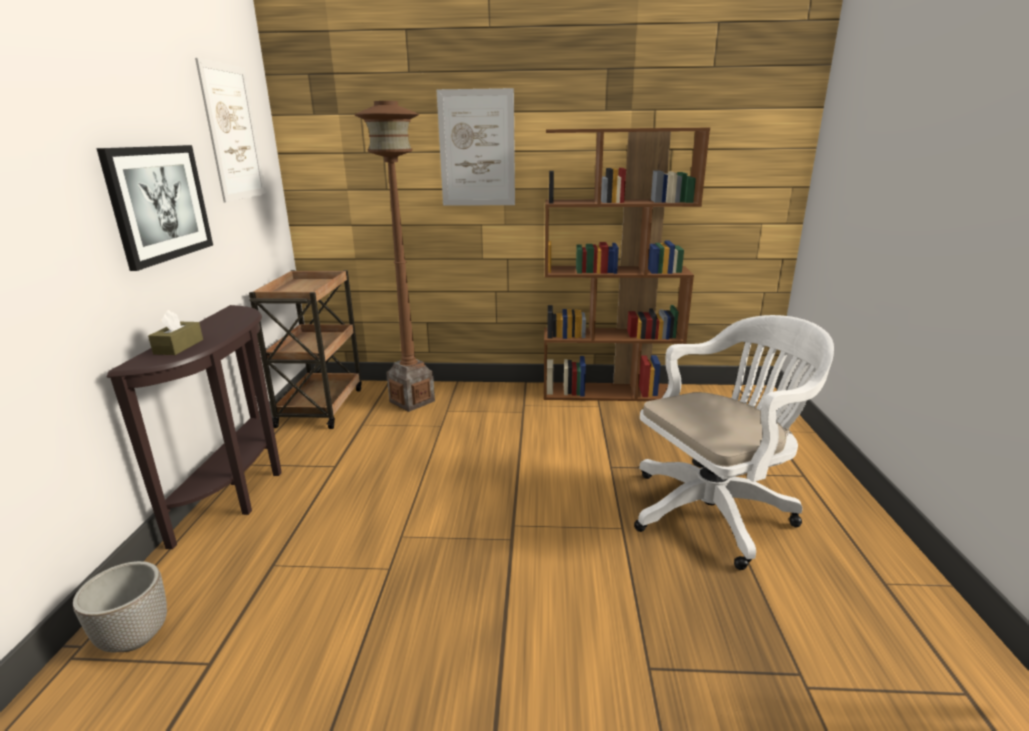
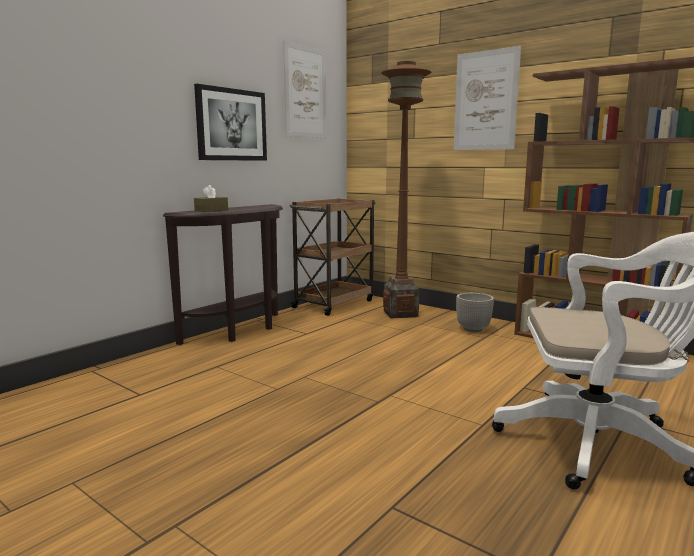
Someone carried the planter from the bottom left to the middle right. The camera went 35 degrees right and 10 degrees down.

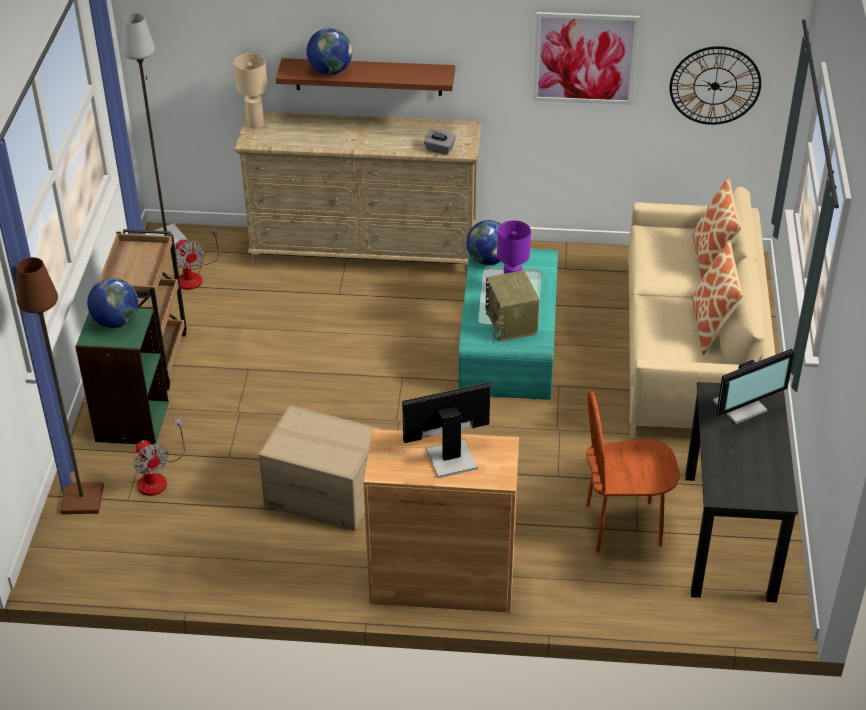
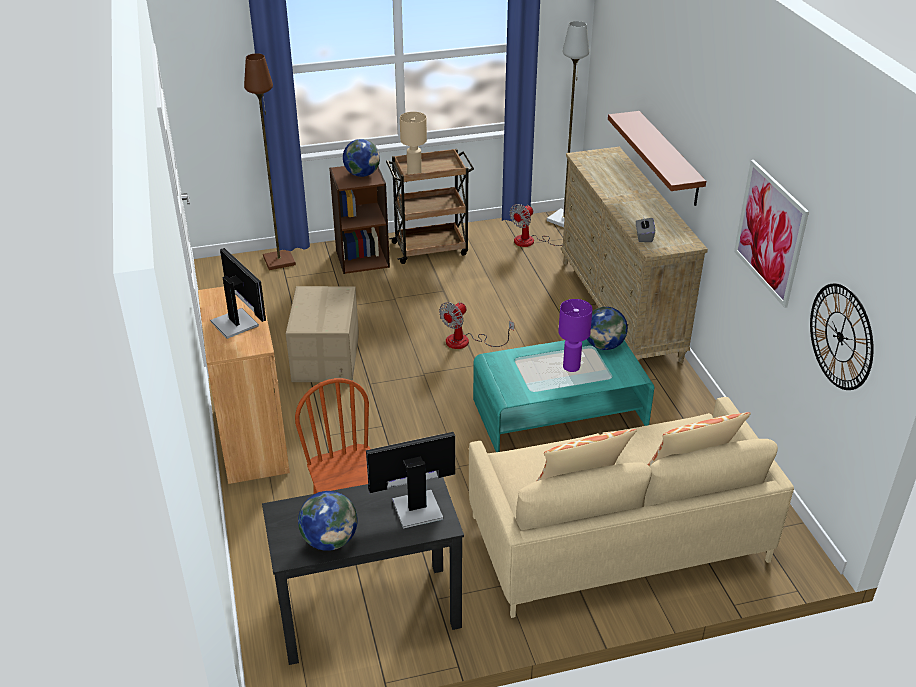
Someone repainted the green_bookcase at the middle left, which became the brown_bookcase at the top centre. Someone carried the fan (no. 1 from left) from the middle left to the centre. Someone carried the beige_table_lamp from the top left to the top centre. Someone carried the globe (no. 2 from left in the first image) from the top centre to the bottom centre. Someone took away the radio at the centre. Someone rotated the monitor (no. 2 from left) at the middle right by 120 degrees clockwise. The camera went 70 degrees right and 5 degrees down.

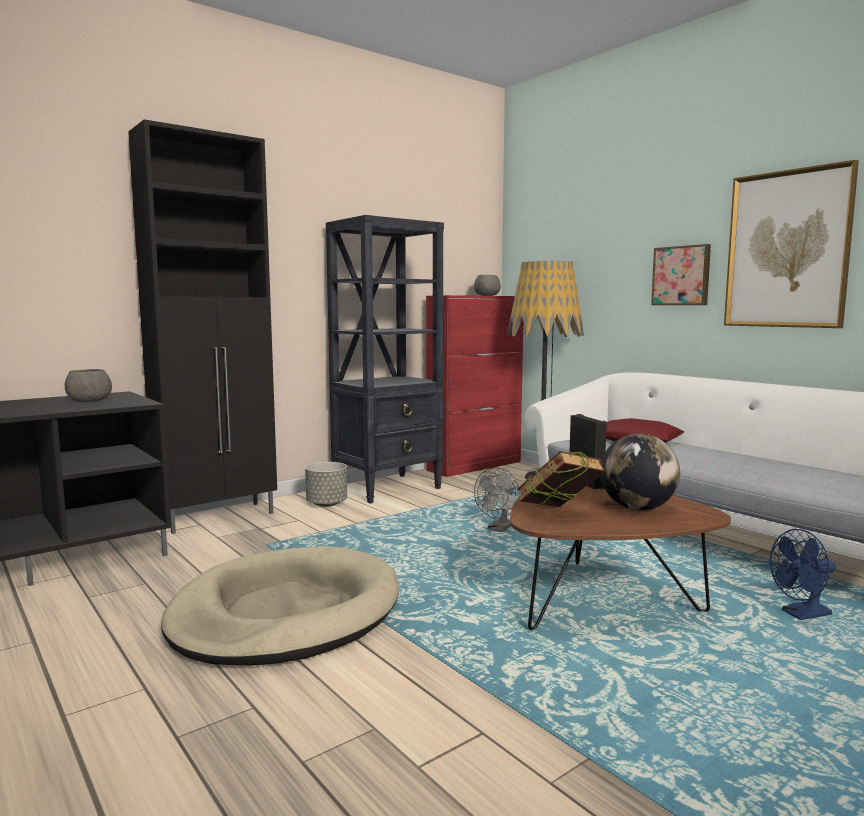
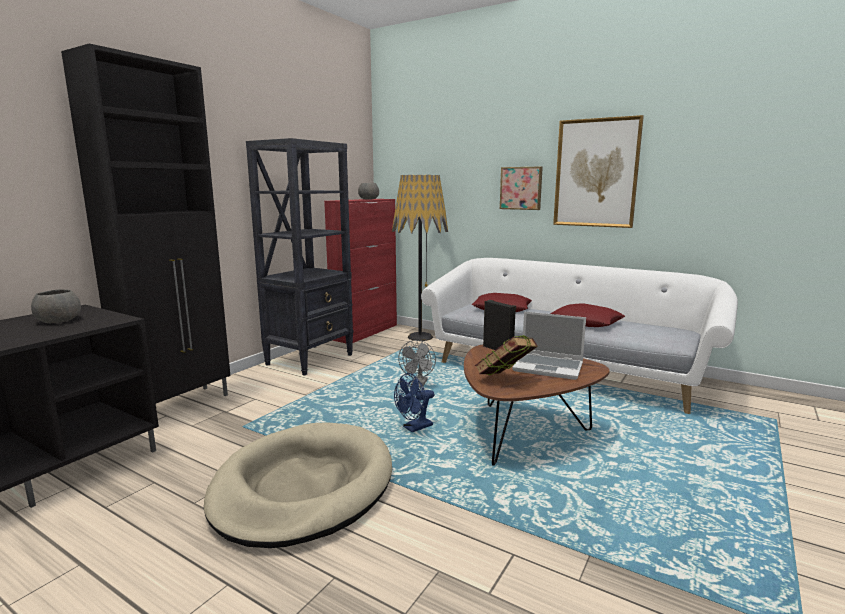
Someone took away the grey_planter at the centre. Someone swapped the globe at the middle right for the laptop at the centre. Someone carried the blue_fan from the bottom right to the centre. Someone put down the red_pillow (no. 2 from left) at the middle right. The camera went 20 degrees left and 5 degrees up.

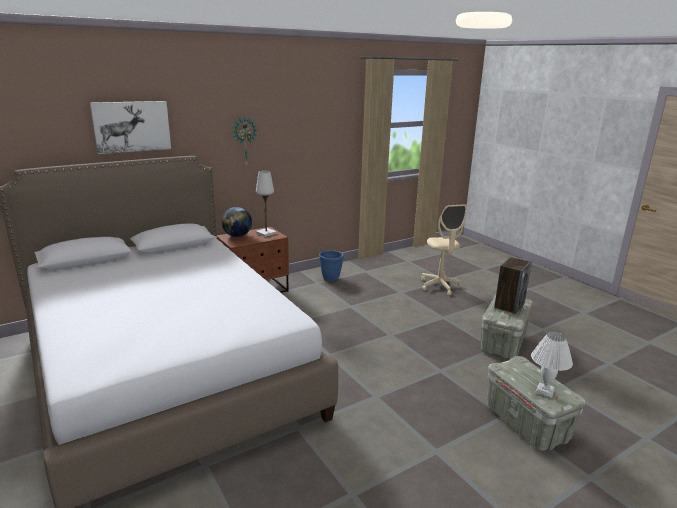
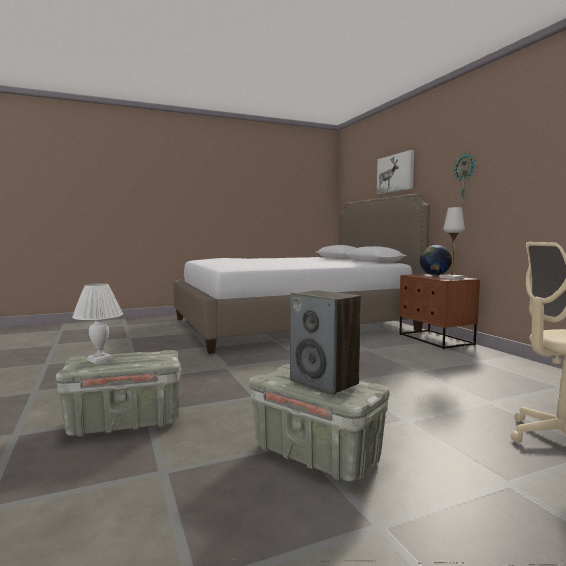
Someone took away the blue_planter at the centre. The camera went 100 degrees right and 15 degrees down.

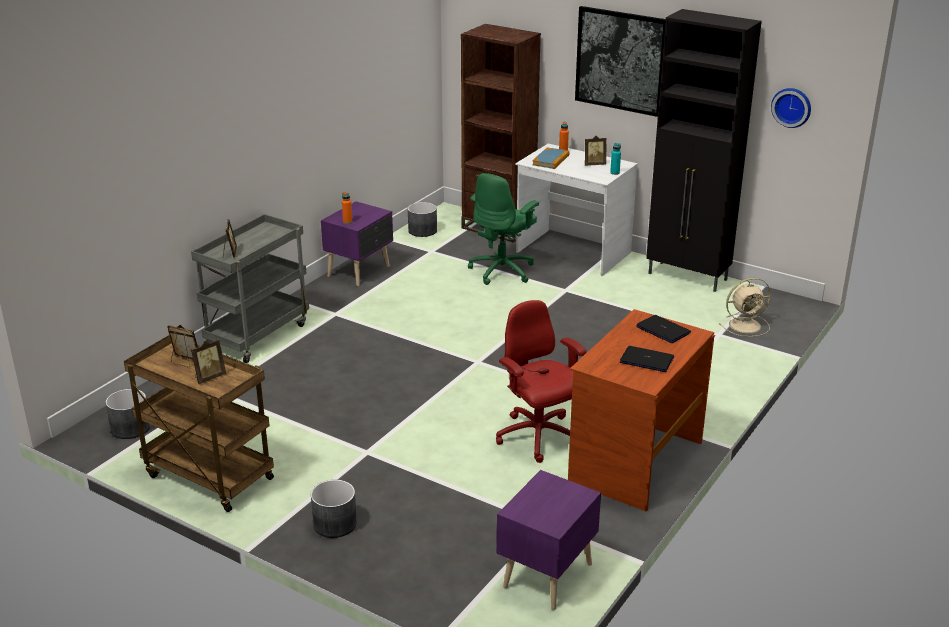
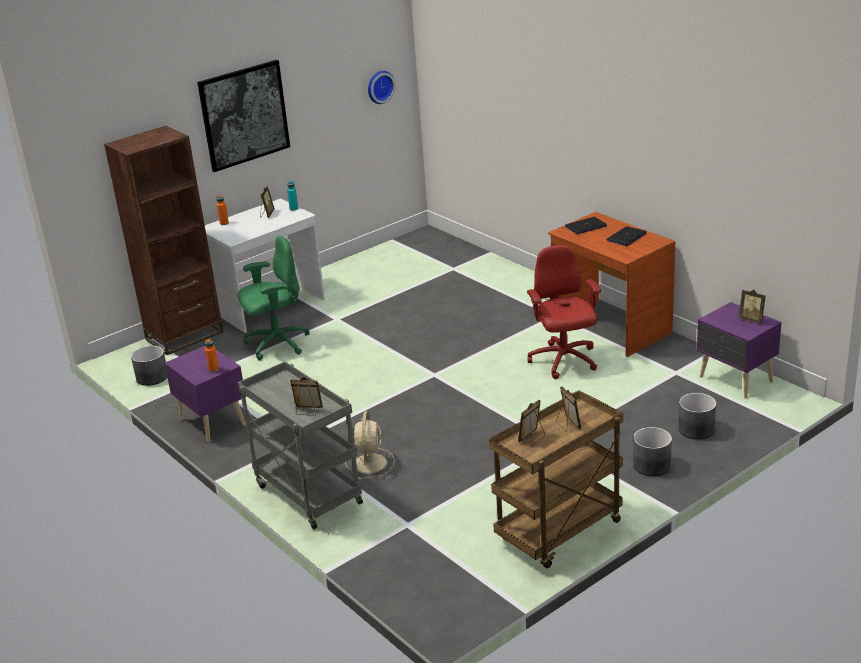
Someone carried the grey_planter (no. 1 from left in the first image) from the middle left to the middle right. Someone rotated the green_office_chair at the centre by 75 degrees counterclockwise. Someone rotated the red_office_chair at the centre by 90 degrees clockwise. Someone took away the book at the top centre. Someone took away the black_cabinet at the top right. Someone carried the beige_fan from the middle right to the bottom centre. Someone put down the picture_frame (no. 5 from left) at the middle right. The camera went 70 degrees left and 0 degrees up.

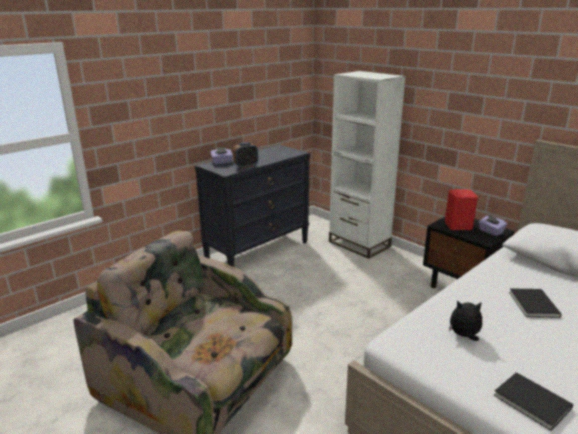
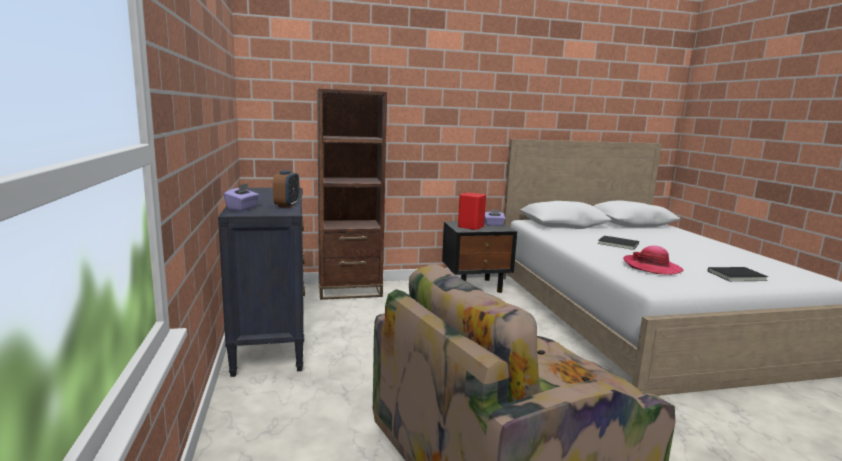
Someone repainted the white_bookcase at the centre, which became the brown_bookcase at the centre. Someone swapped the plush_toy at the bottom right for the hat at the middle right. The camera went 60 degrees left and 10 degrees down.

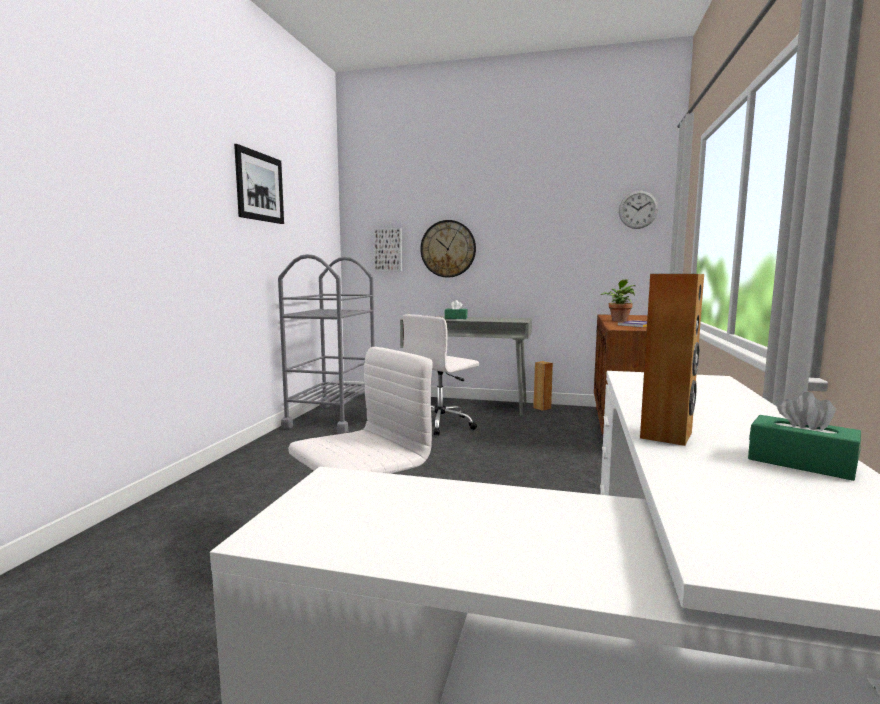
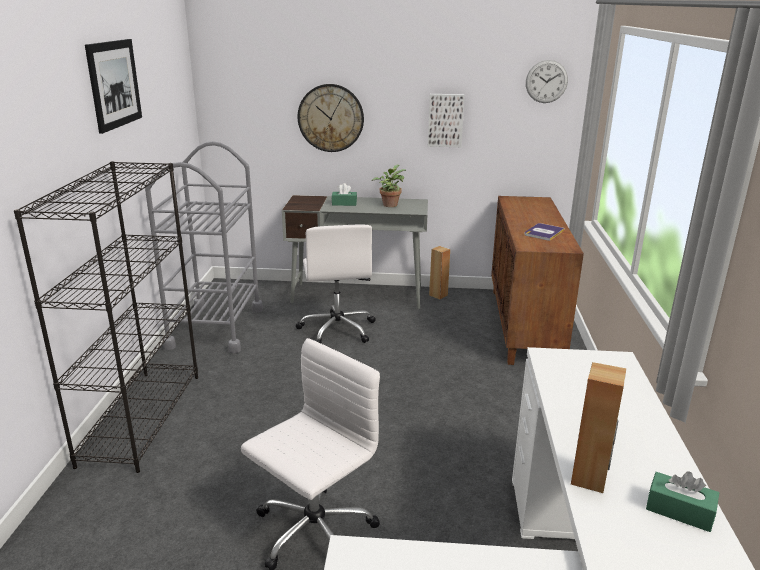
Someone carried the picture (no. 2 from left) from the centre to the top centre. Someone rotated the white_office_chair (no. 2 from left) at the centre by 45 degrees counterclockwise. Someone carried the potted_plant from the middle right to the top centre. Someone put down the black_bookcase at the middle left. The camera went 10 degrees left and 15 degrees up.

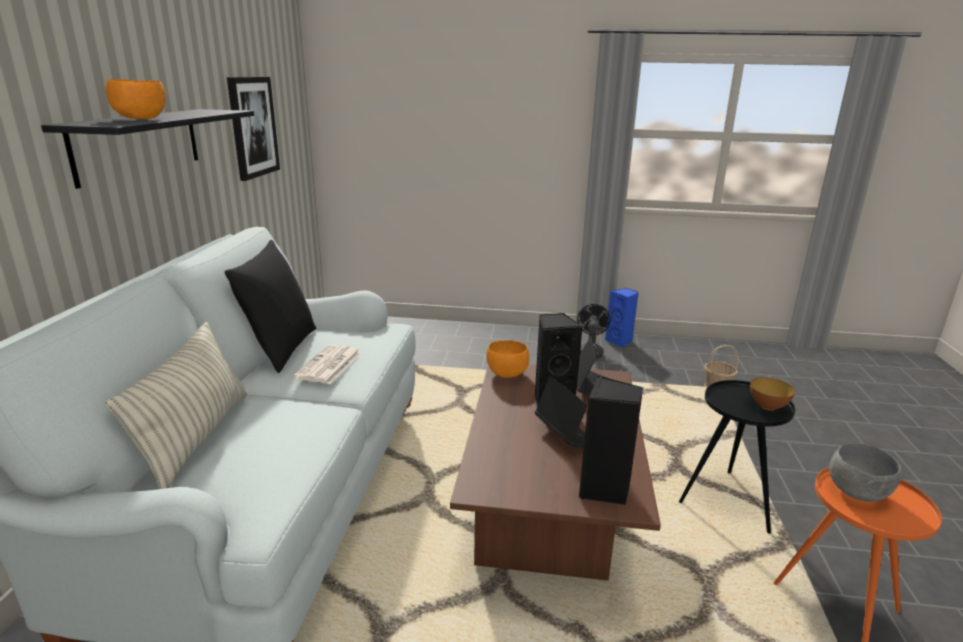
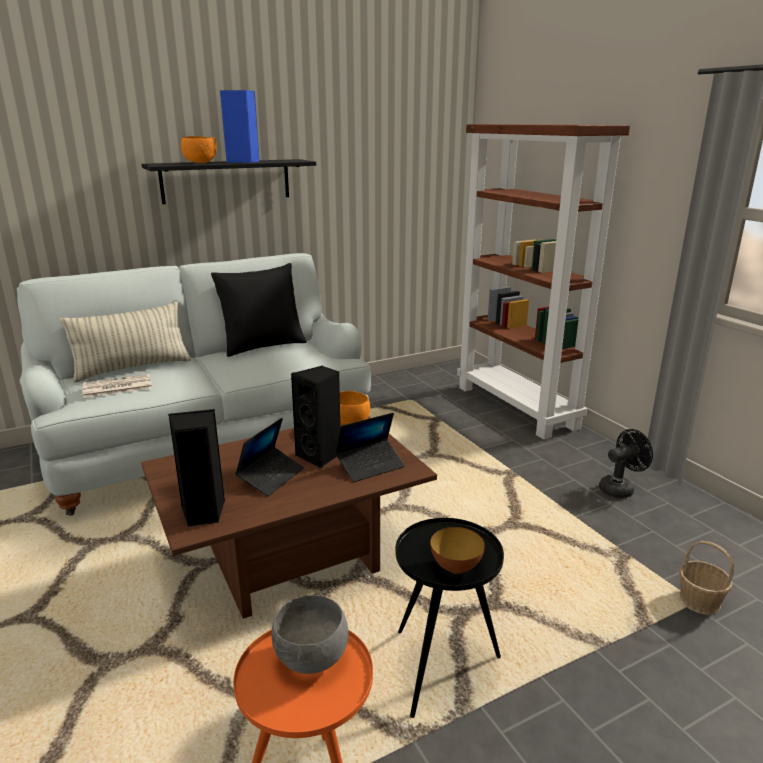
Someone took away the picture at the top left. Someone carried the newspaper from the centre to the middle left. Someone carried the blue_speaker from the centre to the top left. Someone put down the brown_bookcase at the middle right. The camera went 55 degrees right and 0 degrees up.

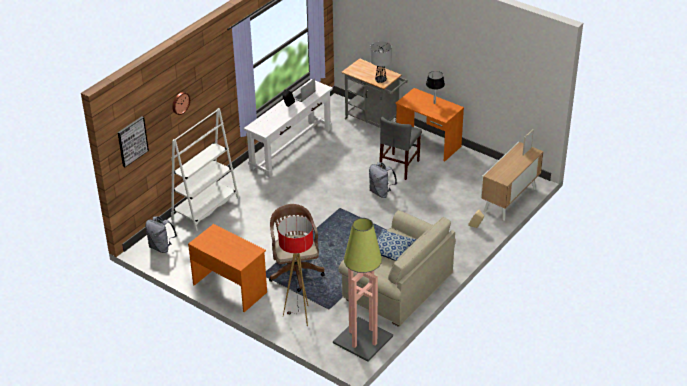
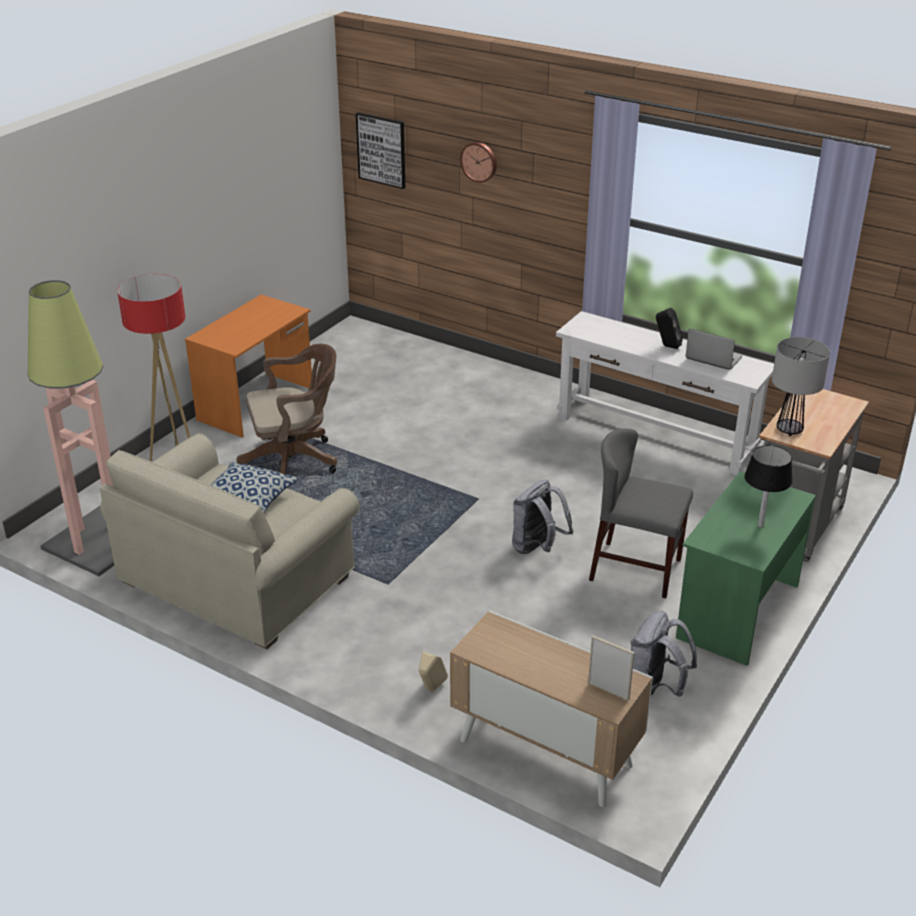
Someone carried the grey_backpack (no. 1 from left in the first image) from the middle left to the bottom right. Someone took away the white_bookcase at the middle left. Someone repainted the orange_desk (no. 2 from left) at the top centre, which became the green_desk at the middle right. The camera went 85 degrees right and 5 degrees down.

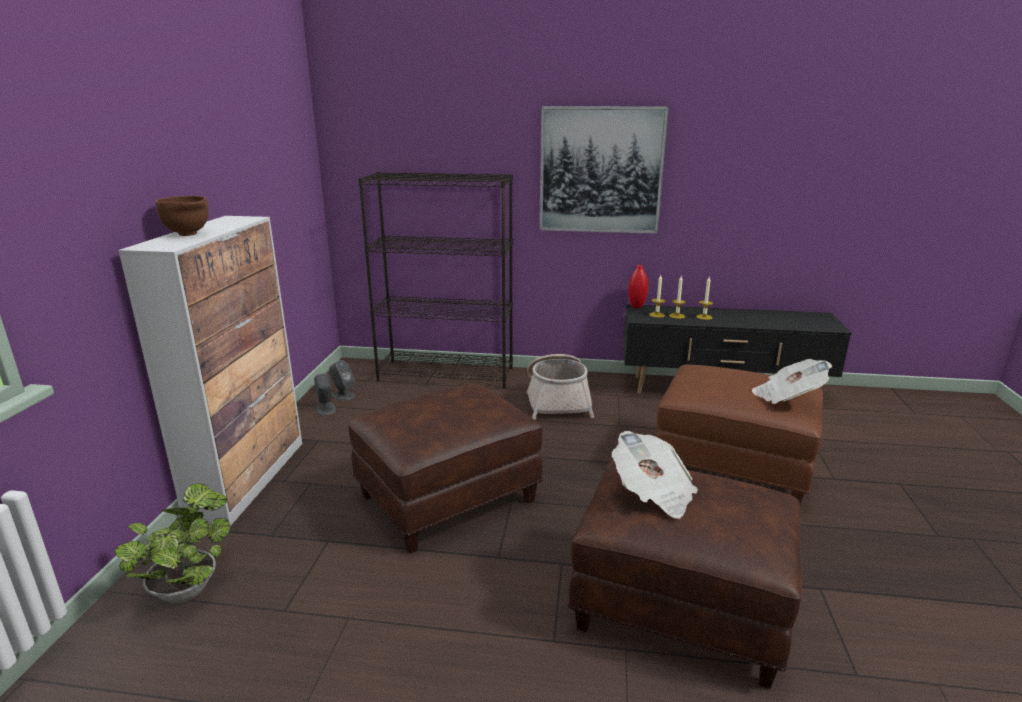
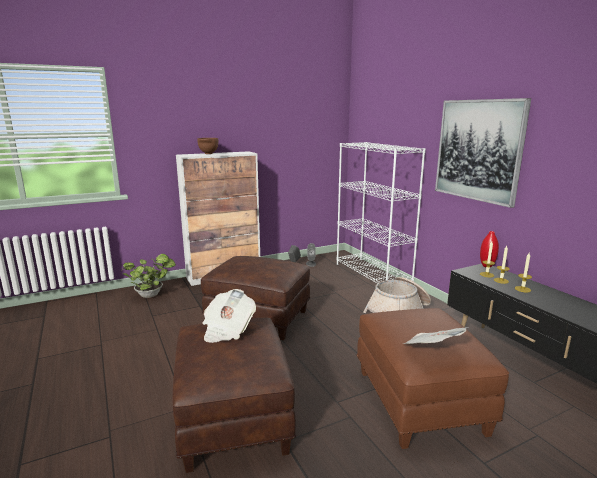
Someone repainted the black_bookcase at the centre, which became the white_bookcase at the centre. The camera went 55 degrees right and 5 degrees down.

